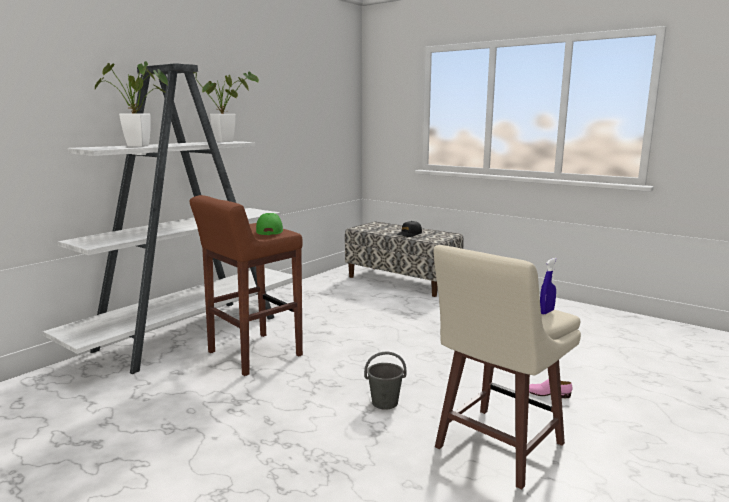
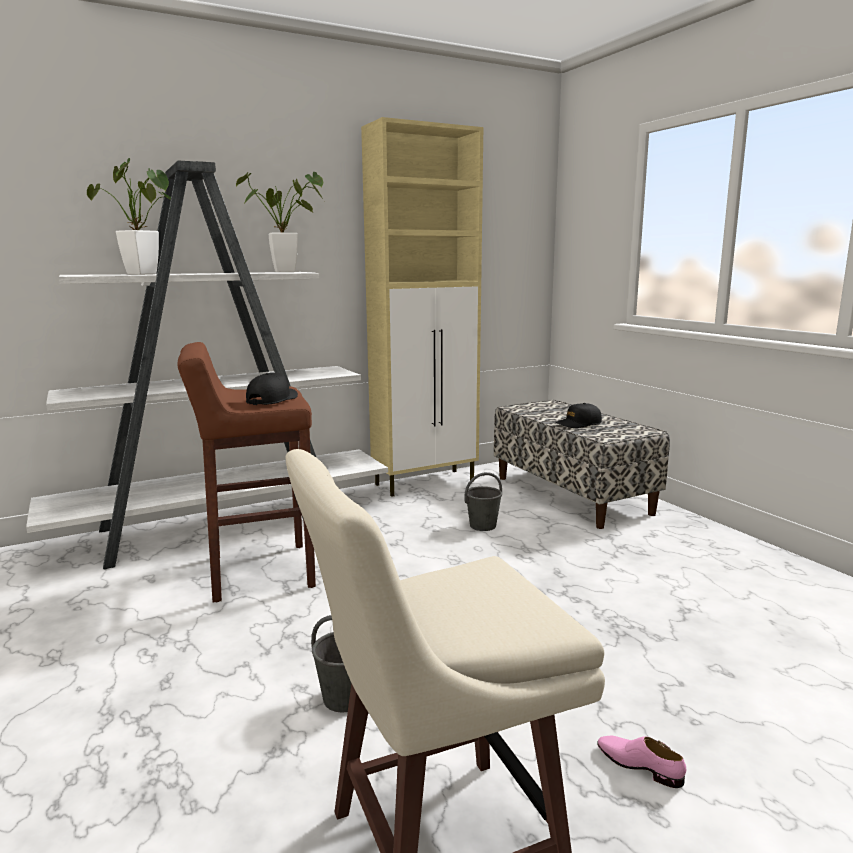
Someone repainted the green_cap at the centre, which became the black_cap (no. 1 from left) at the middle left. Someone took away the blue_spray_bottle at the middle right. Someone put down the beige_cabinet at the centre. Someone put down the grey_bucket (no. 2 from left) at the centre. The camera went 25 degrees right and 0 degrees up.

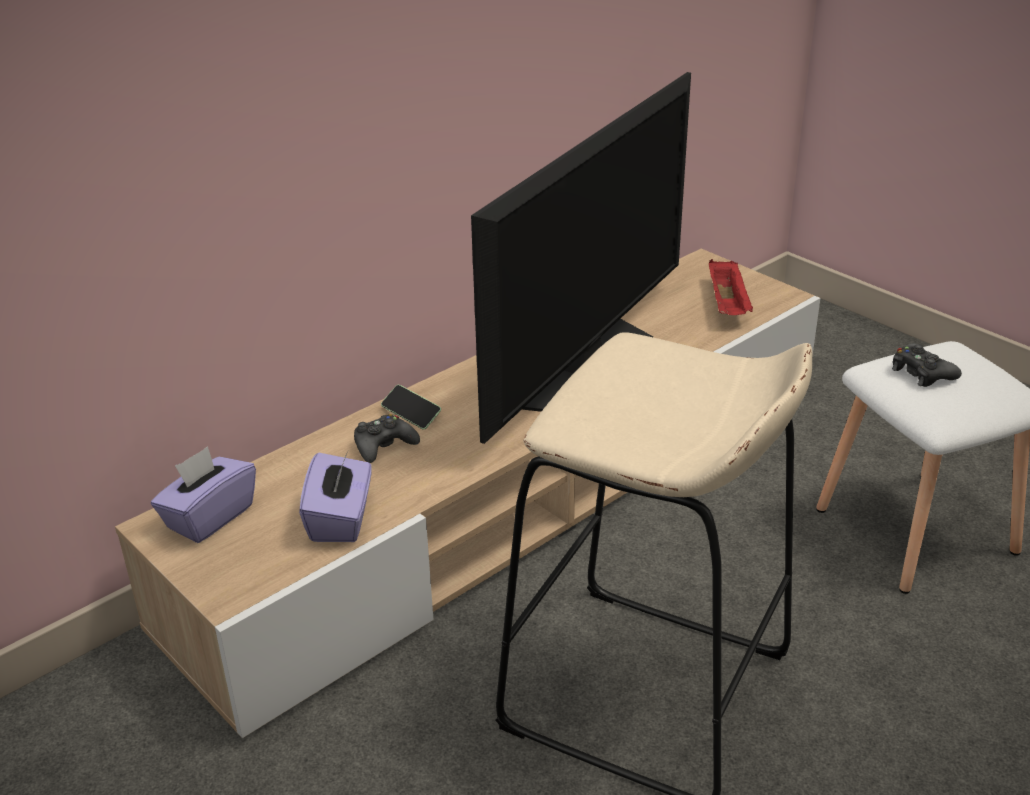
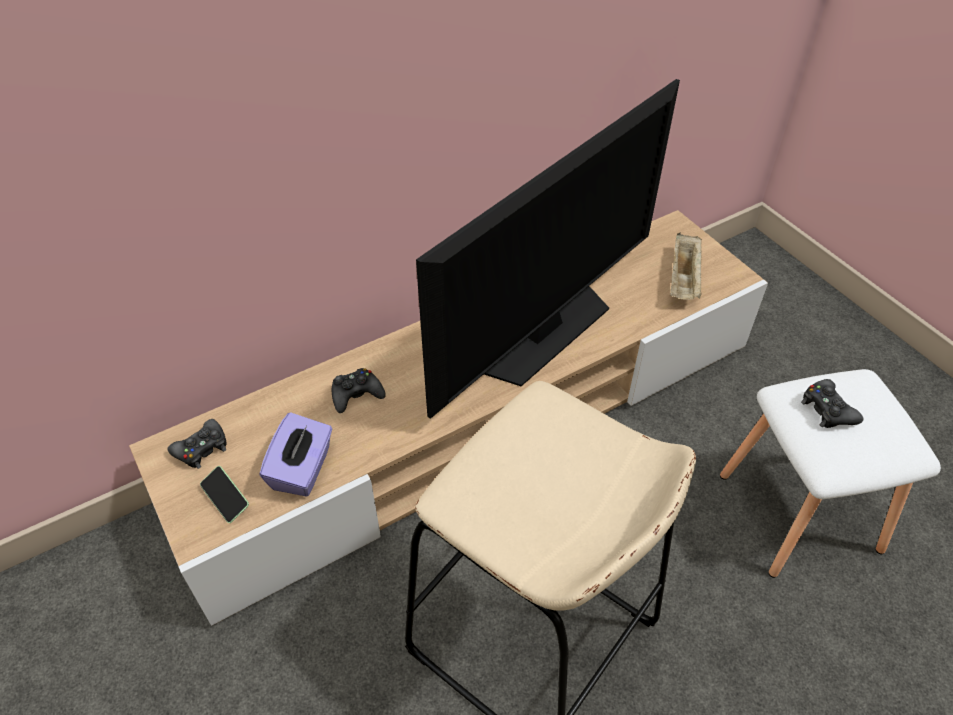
Someone swapped the purple_tissue_box (no. 1 from left) at the middle left for the black_game_controller (no. 1 from left) at the middle left. Someone carried the phone from the centre to the bottom left. Someone repainted the red_tray at the middle right, which became the beige_tray at the middle right. The camera went 10 degrees right and 15 degrees up.

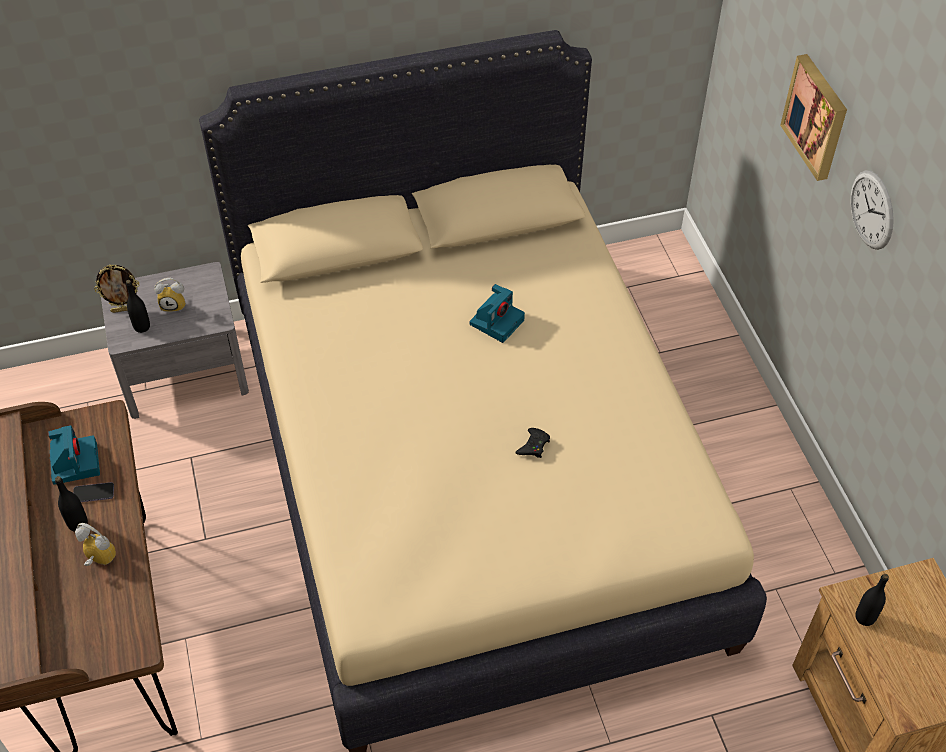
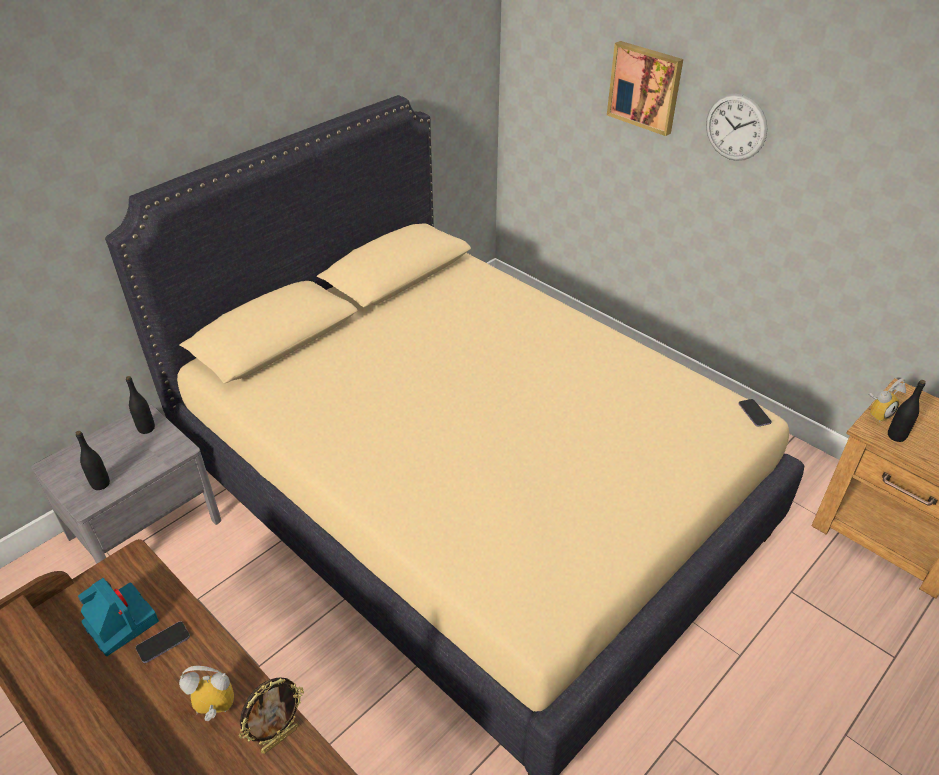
Someone carried the black_bottle (no. 1 from left in the first image) from the bottom left to the middle left. Someone carried the picture_frame from the middle left to the bottom left. Someone carried the alarm_clock (no. 2 from left) from the middle left to the middle right. Someone took away the photo_camera (no. 2 from left) at the centre. Someone took away the black_game_controller at the centre. Someone put down the phone (no. 2 from left) at the middle right. The camera went 30 degrees left and 10 degrees down.

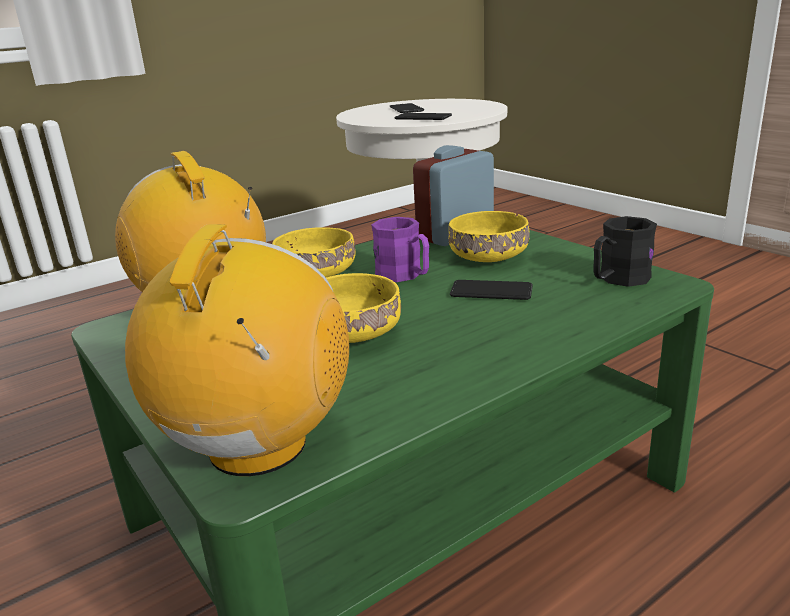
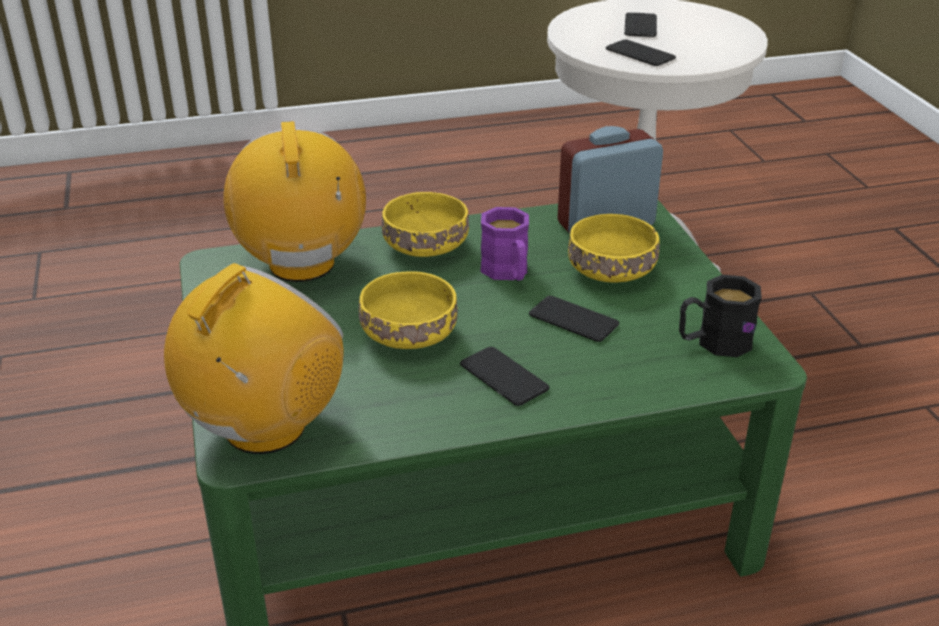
Someone put down the phone (no. 1 from left) at the centre. The camera went 20 degrees right and 10 degrees up.

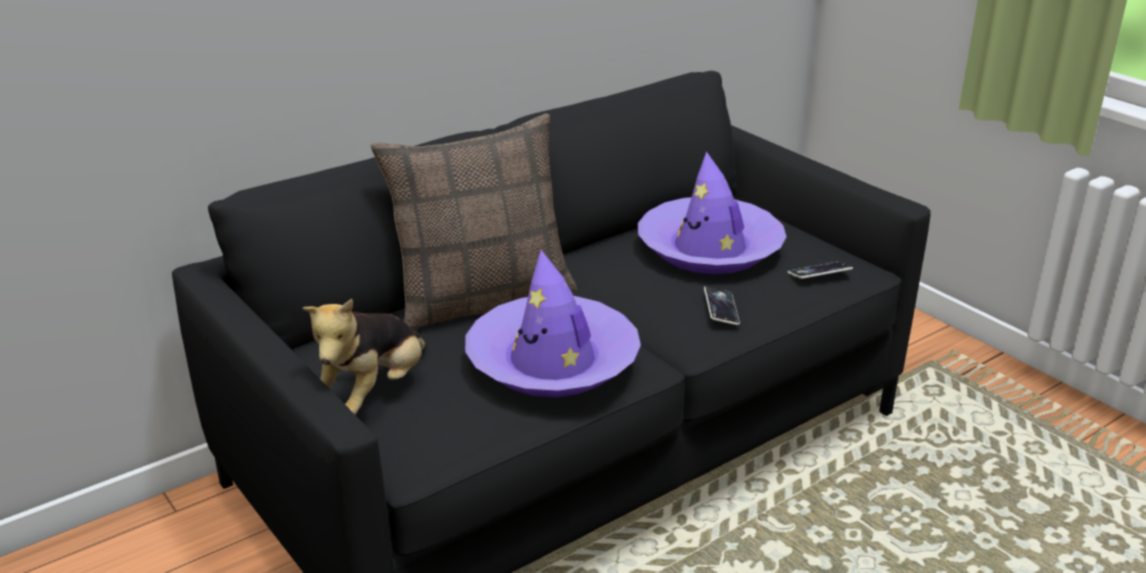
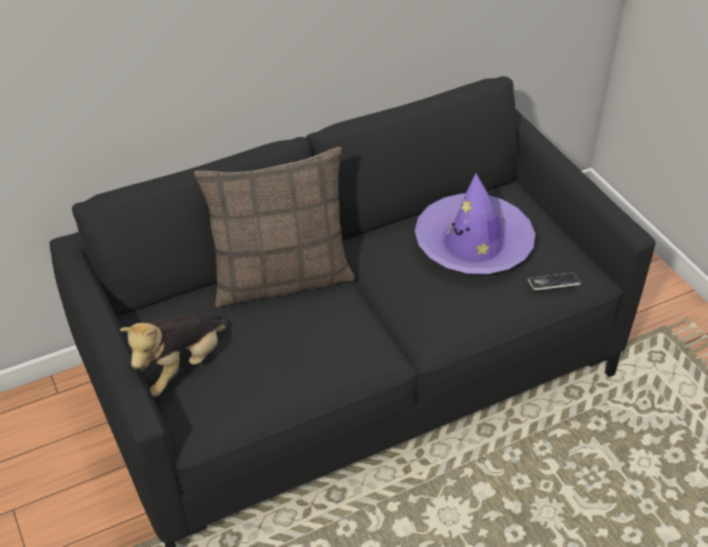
Someone took away the purple_hat (no. 1 from left) at the centre. Someone took away the phone (no. 1 from left) at the centre. The camera went 10 degrees right and 15 degrees up.

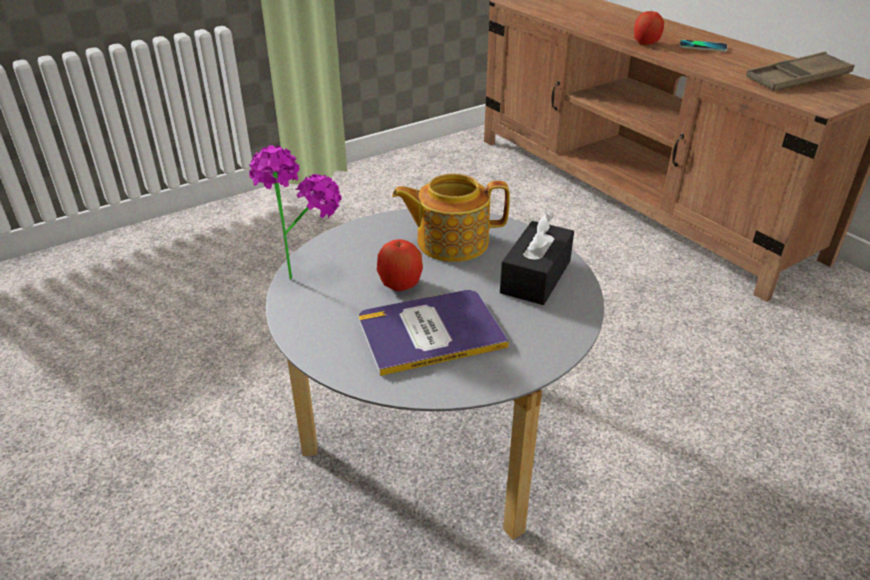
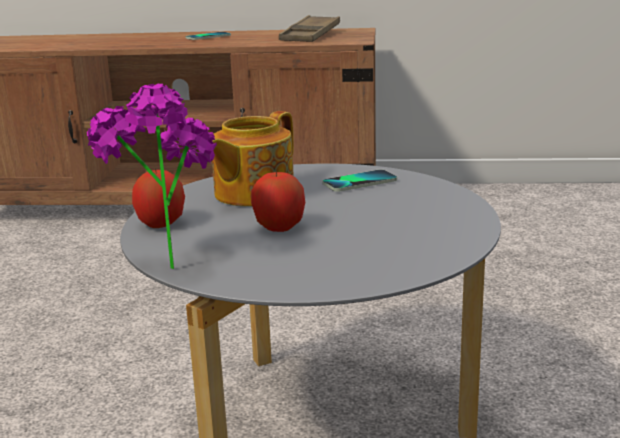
Someone took away the book at the centre. Someone swapped the black_tissue_box at the centre for the phone (no. 2 from left) at the centre. Someone carried the apple (no. 2 from left in the first image) from the top right to the middle left. The camera went 50 degrees left and 15 degrees down.

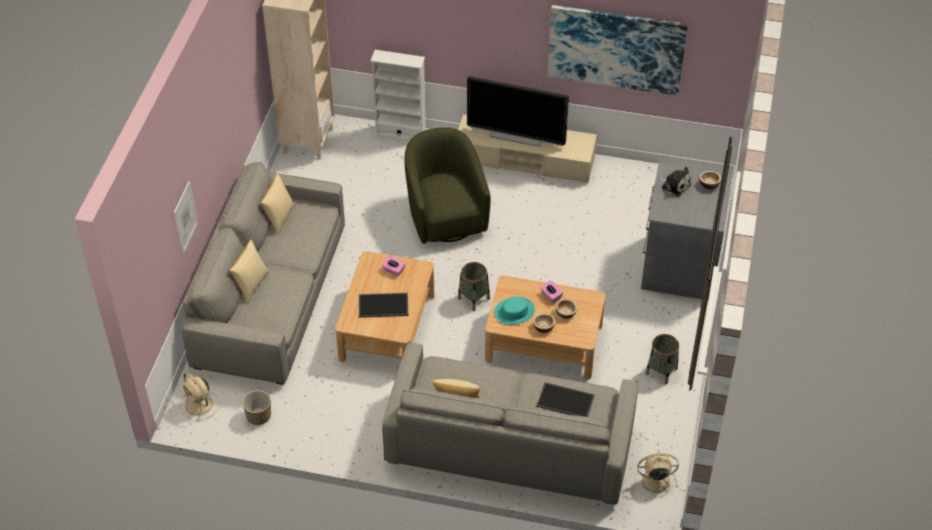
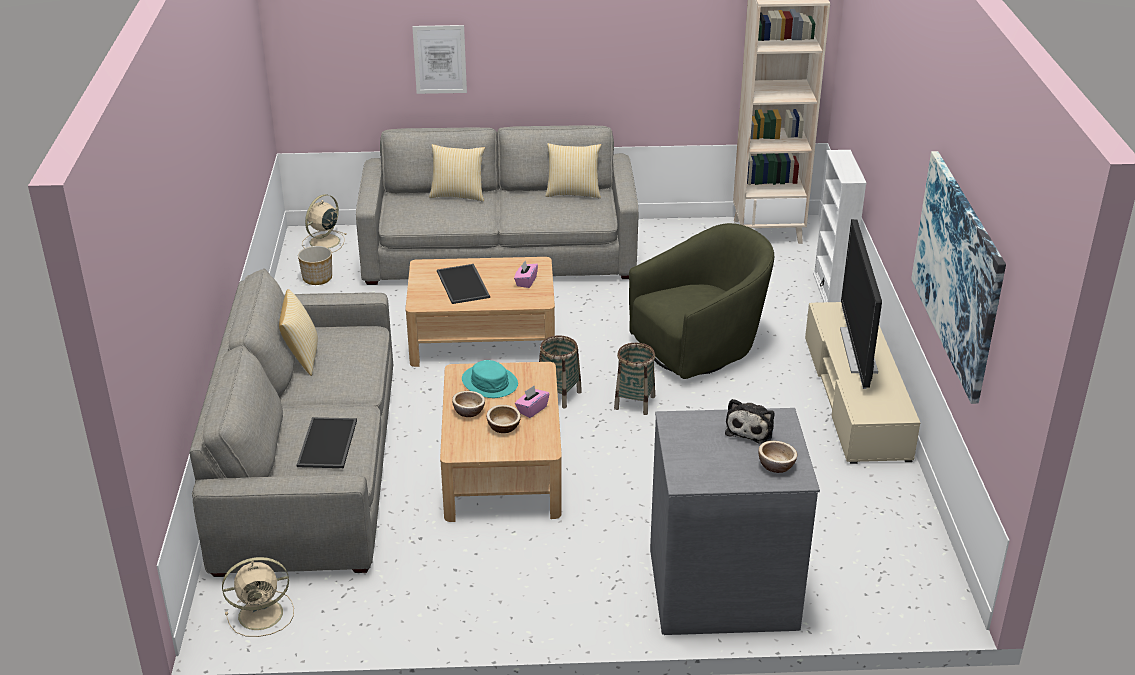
Someone rotated the beige_fan (no. 2 from left in the first image) at the bottom right by 90 degrees clockwise. Someone carried the basket (no. 2 from left) from the bottom right to the centre. The camera went 75 degrees right and 15 degrees down.

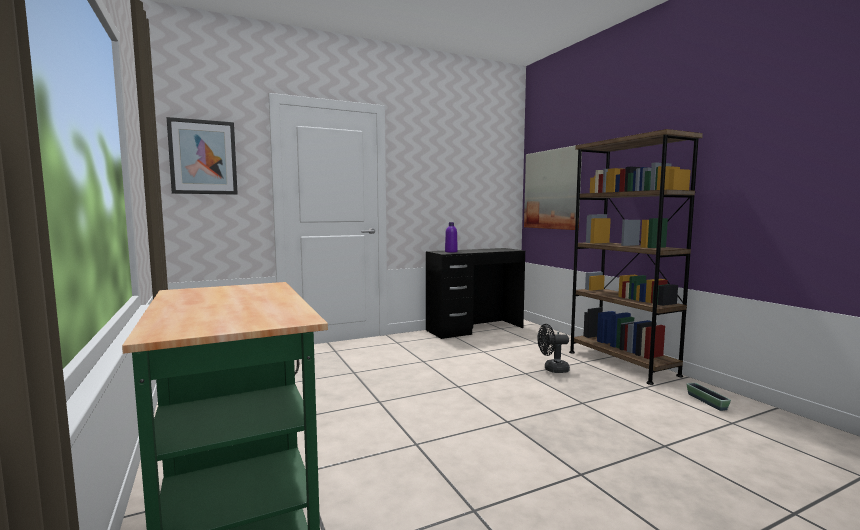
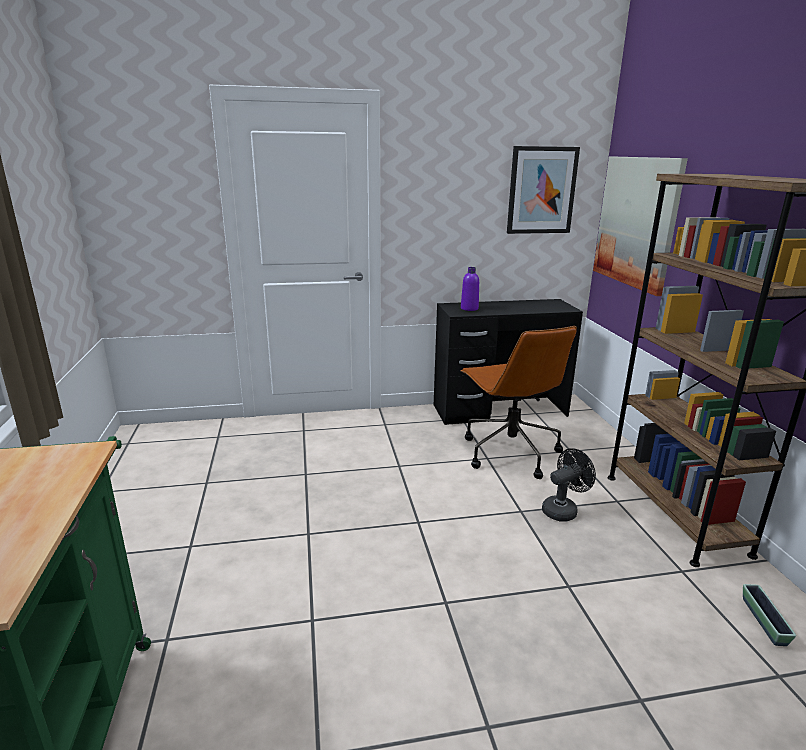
Someone carried the picture (no. 1 from left) from the top left to the top right. Someone rotated the black_fan at the centre by 135 degrees clockwise. Someone put down the brown_office_chair at the centre. The camera went 15 degrees right and 15 degrees up.

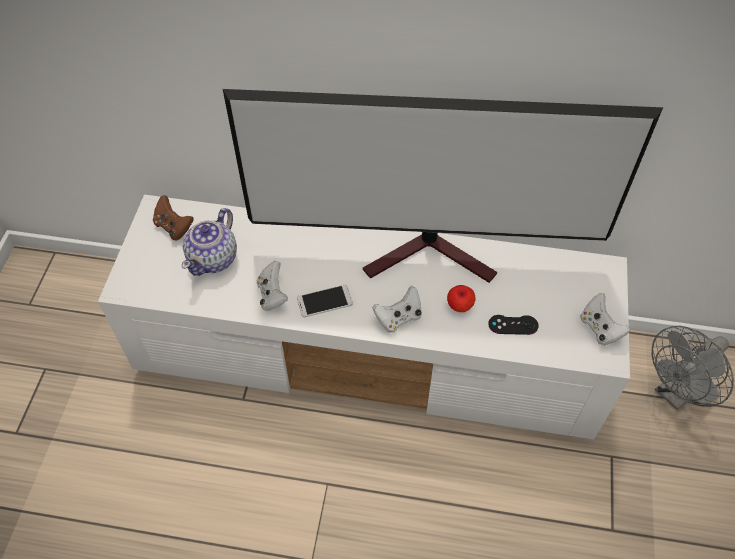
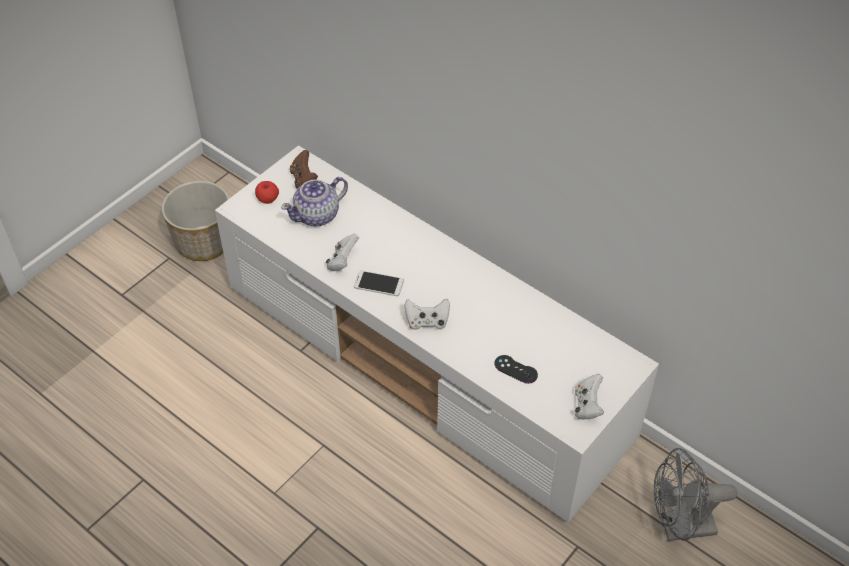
Someone took away the television at the top centre. Someone carried the apple from the centre to the middle left. Someone put down the planter at the middle left. The camera went 30 degrees right and 5 degrees down.

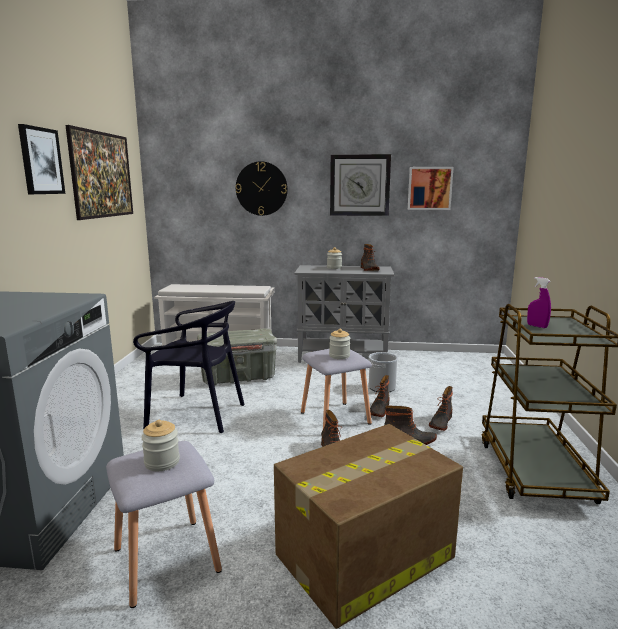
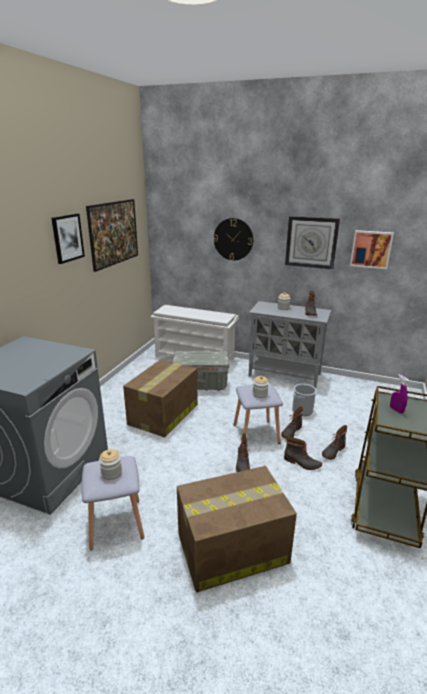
Someone swapped the black_chair at the middle left for the cardboard_box (no. 1 from left) at the centre. The camera went 15 degrees right and 10 degrees up.

